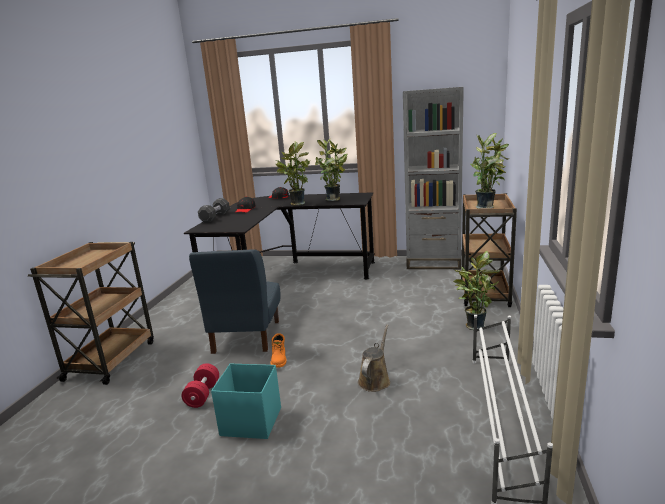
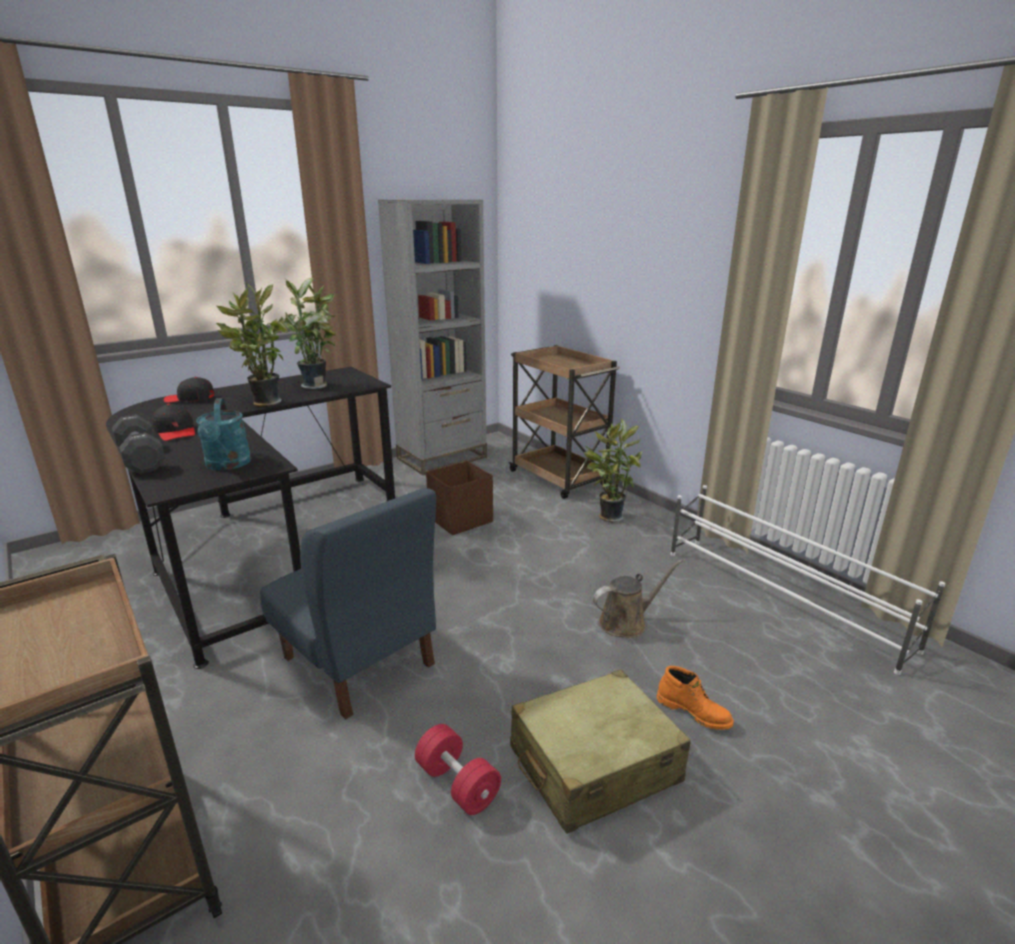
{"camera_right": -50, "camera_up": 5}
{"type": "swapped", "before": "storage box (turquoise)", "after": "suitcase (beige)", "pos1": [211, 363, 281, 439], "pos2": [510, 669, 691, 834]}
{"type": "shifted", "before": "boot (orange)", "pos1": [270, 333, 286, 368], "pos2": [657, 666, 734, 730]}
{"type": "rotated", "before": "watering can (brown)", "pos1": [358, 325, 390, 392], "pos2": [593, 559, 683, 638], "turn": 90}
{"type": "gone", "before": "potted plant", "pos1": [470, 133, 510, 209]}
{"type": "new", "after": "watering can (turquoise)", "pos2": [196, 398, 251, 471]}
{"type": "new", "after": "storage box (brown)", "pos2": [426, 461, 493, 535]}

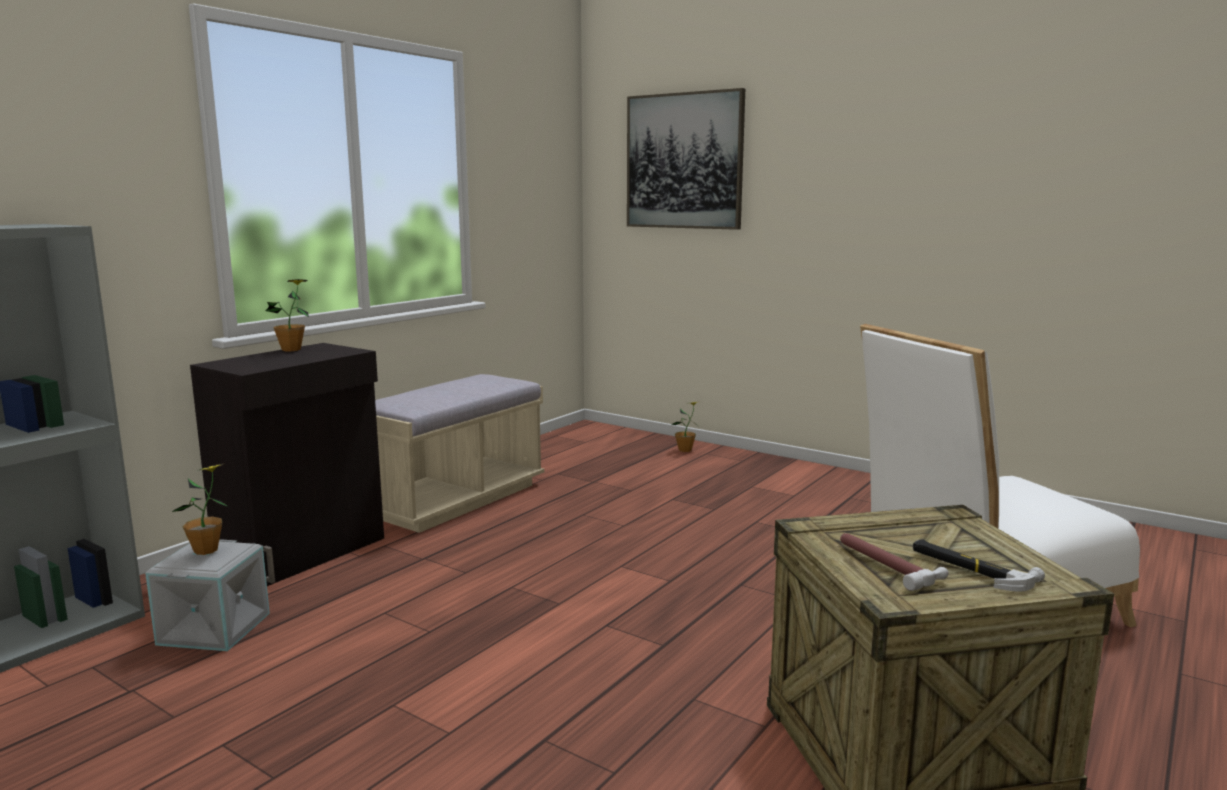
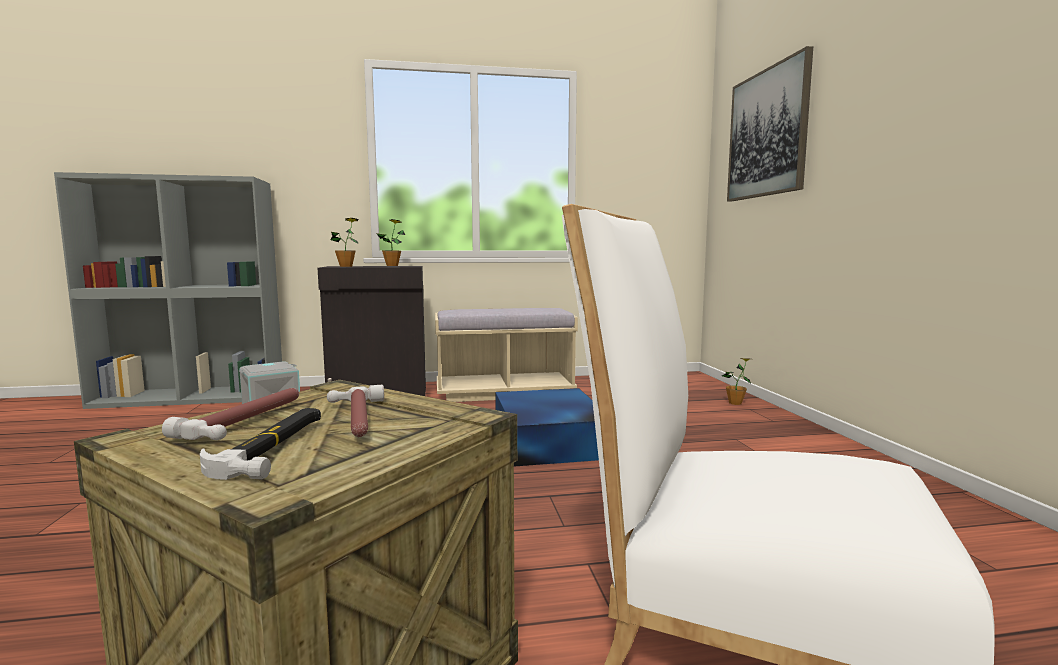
{"camera_right": 45, "camera_up": -5}
{"type": "shifted", "before": "potted plant", "pos1": [172, 464, 229, 555], "pos2": [330, 218, 358, 267]}
{"type": "new", "after": "hammer", "pos2": [327, 385, 384, 437]}
{"type": "new", "after": "storage box (blue)", "pos2": [495, 388, 599, 466]}

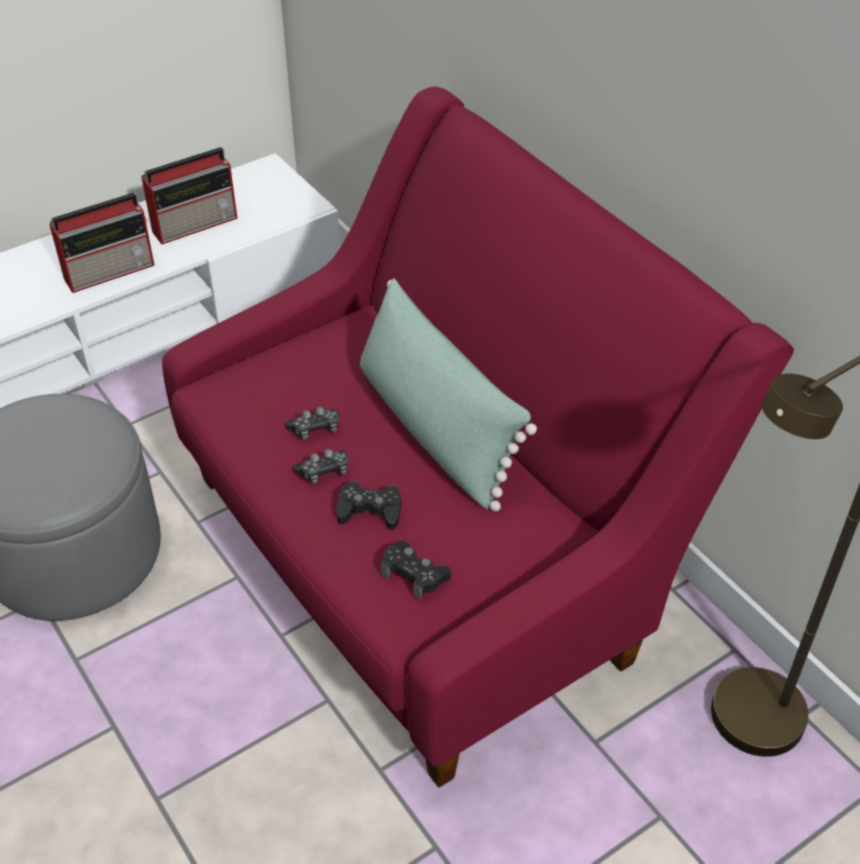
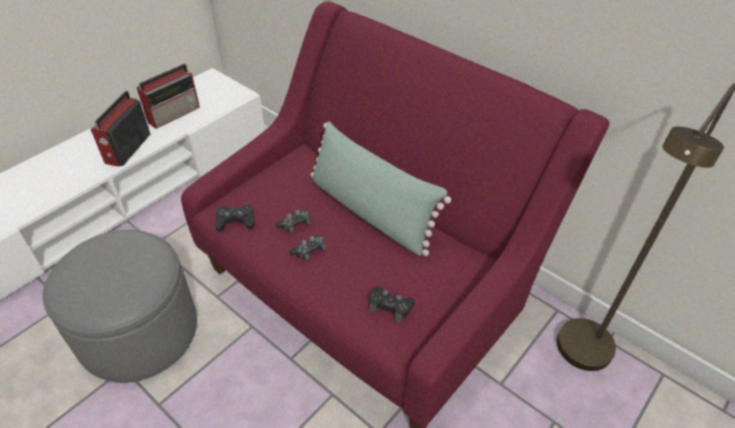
{"camera_right": -15, "camera_up": 0}
{"type": "rotated", "before": "radio", "pos1": [49, 192, 155, 293], "pos2": [91, 91, 150, 167], "turn": 150}
{"type": "shifted", "before": "game controller (black)", "pos1": [336, 481, 402, 530], "pos2": [215, 204, 254, 232]}

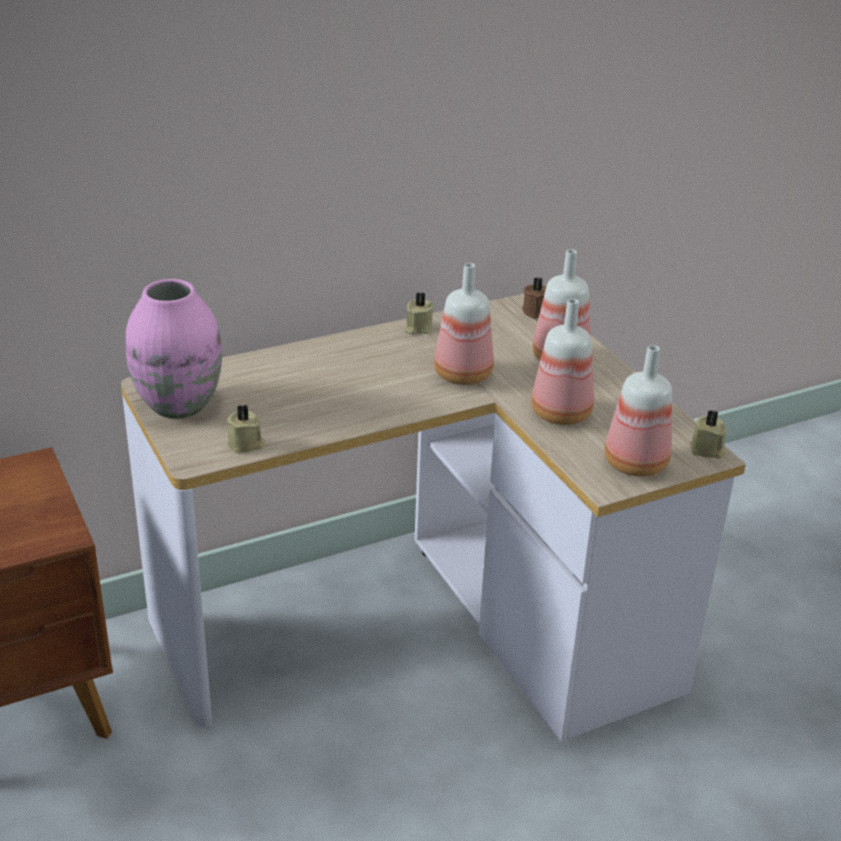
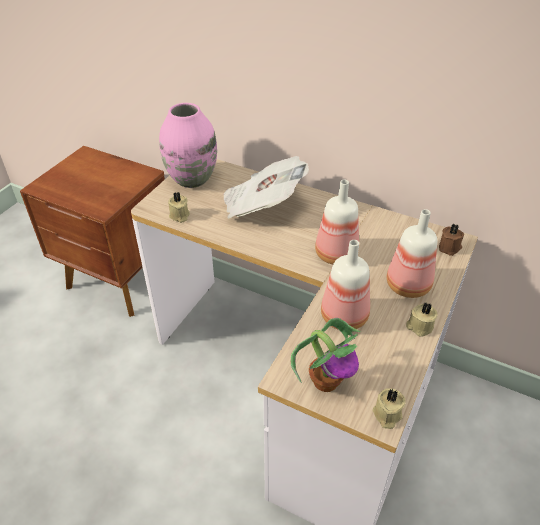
{"camera_right": 55, "camera_up": 10}
{"type": "shifted", "before": "candle (beige)", "pos1": [405, 292, 434, 335], "pos2": [406, 302, 437, 337]}
{"type": "swapped", "before": "bottle", "after": "potted plant", "pos1": [605, 345, 672, 477], "pos2": [291, 318, 361, 392]}
{"type": "new", "after": "newspaper", "pos2": [223, 156, 309, 219]}

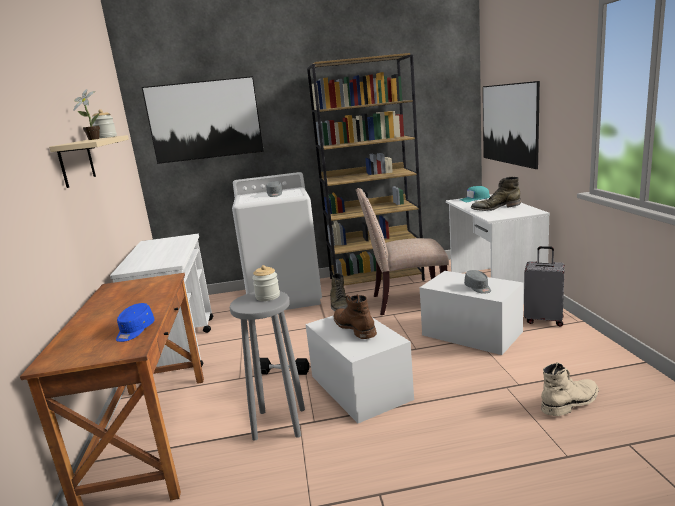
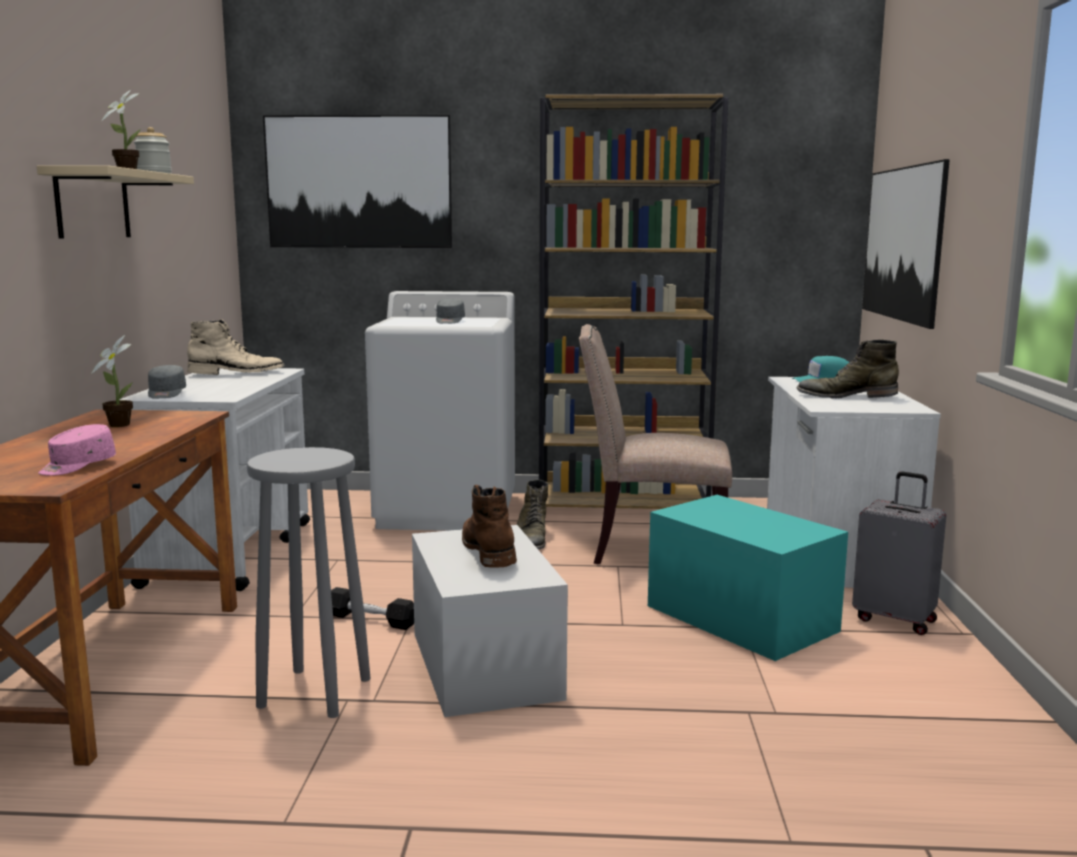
{"camera_right": 10, "camera_up": -5}
{"type": "repainted", "before": "cap (blue)", "after": "cap (pink)", "pos1": [116, 303, 155, 342], "pos2": [39, 424, 116, 476]}
{"type": "gone", "before": "jar", "pos1": [252, 265, 280, 301]}
{"type": "repainted", "before": "storage box (white)", "after": "storage box (turquoise)", "pos1": [420, 271, 523, 355], "pos2": [648, 495, 848, 661]}
{"type": "shifted", "before": "cap (grey)", "pos1": [464, 270, 491, 294], "pos2": [148, 365, 186, 399]}
{"type": "shifted", "before": "boot (beige)", "pos1": [541, 362, 599, 416], "pos2": [187, 319, 285, 375]}
{"type": "new", "after": "potted plant", "pos2": [91, 335, 133, 427]}

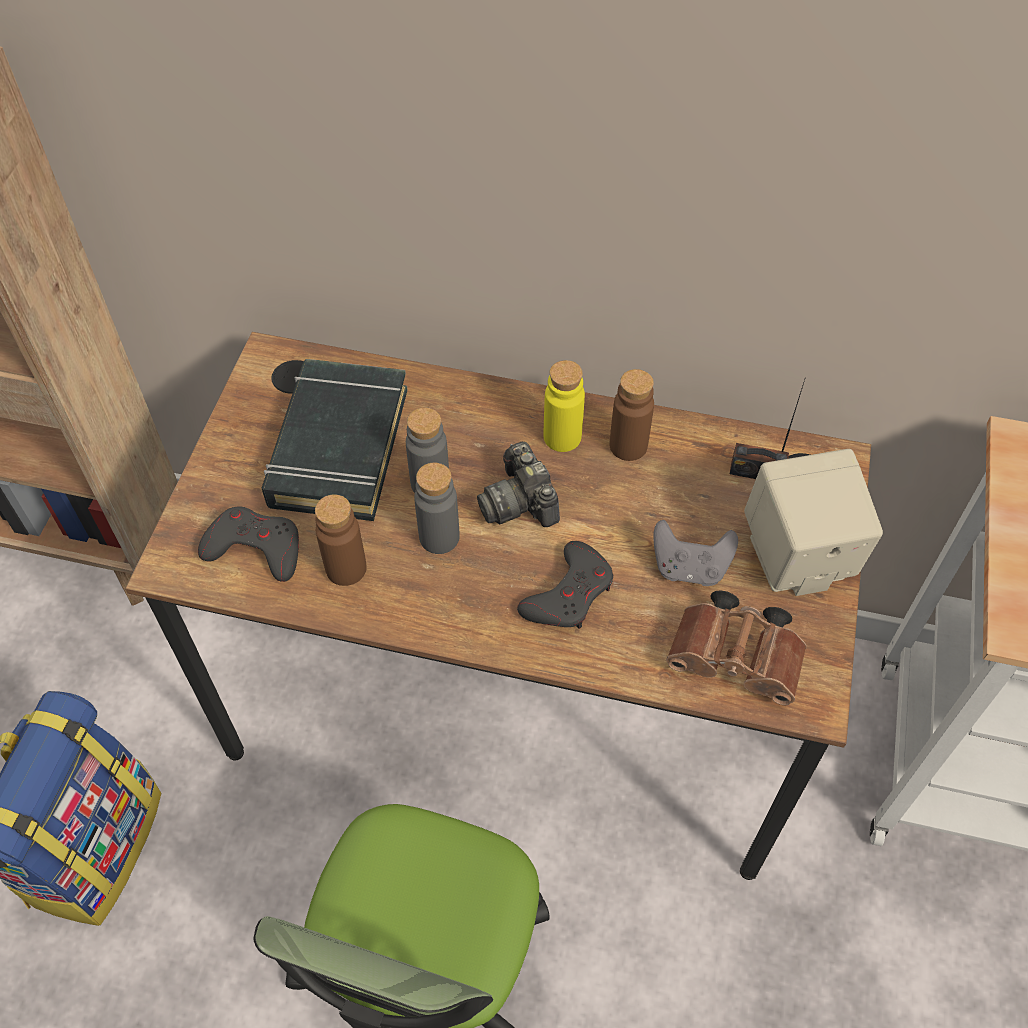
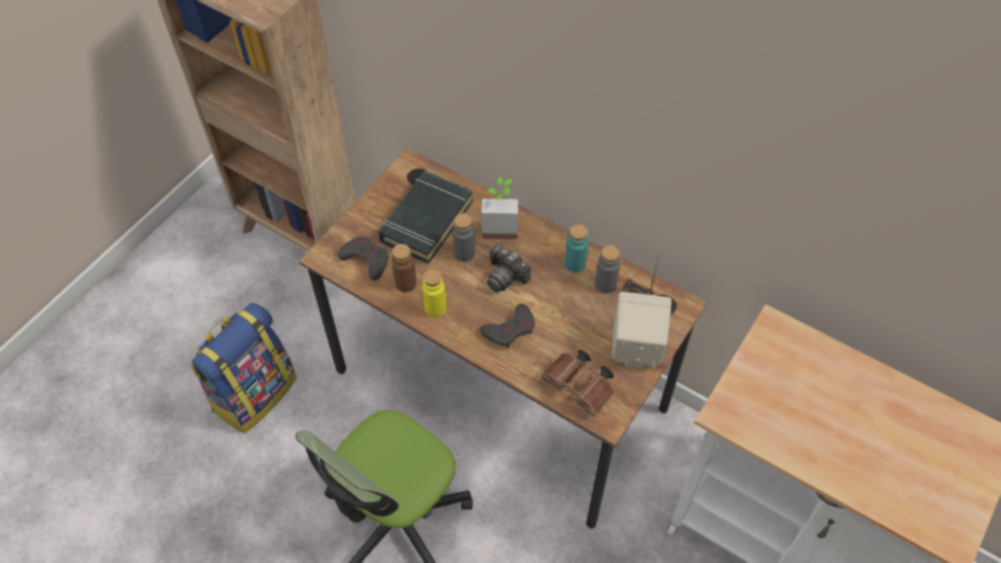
{"camera_right": 20, "camera_up": 0}
{"type": "shifted", "before": "bottle (grey)", "pos1": [414, 462, 460, 554], "pos2": [595, 245, 620, 294]}
{"type": "rotated", "before": "photo camera", "pos1": [477, 442, 560, 527], "pos2": [487, 245, 531, 292], "turn": -45}
{"type": "shifted", "before": "bottle (yellow)", "pos1": [544, 360, 585, 452], "pos2": [422, 269, 446, 317]}
{"type": "repainted", "before": "bottle (brown)", "after": "bottle (turquoise)", "pos1": [610, 369, 654, 461], "pos2": [565, 224, 589, 272]}
{"type": "gone", "before": "game controller (grey)", "pos1": [653, 520, 738, 586]}
{"type": "new", "after": "potted plant", "pos2": [481, 177, 518, 239]}

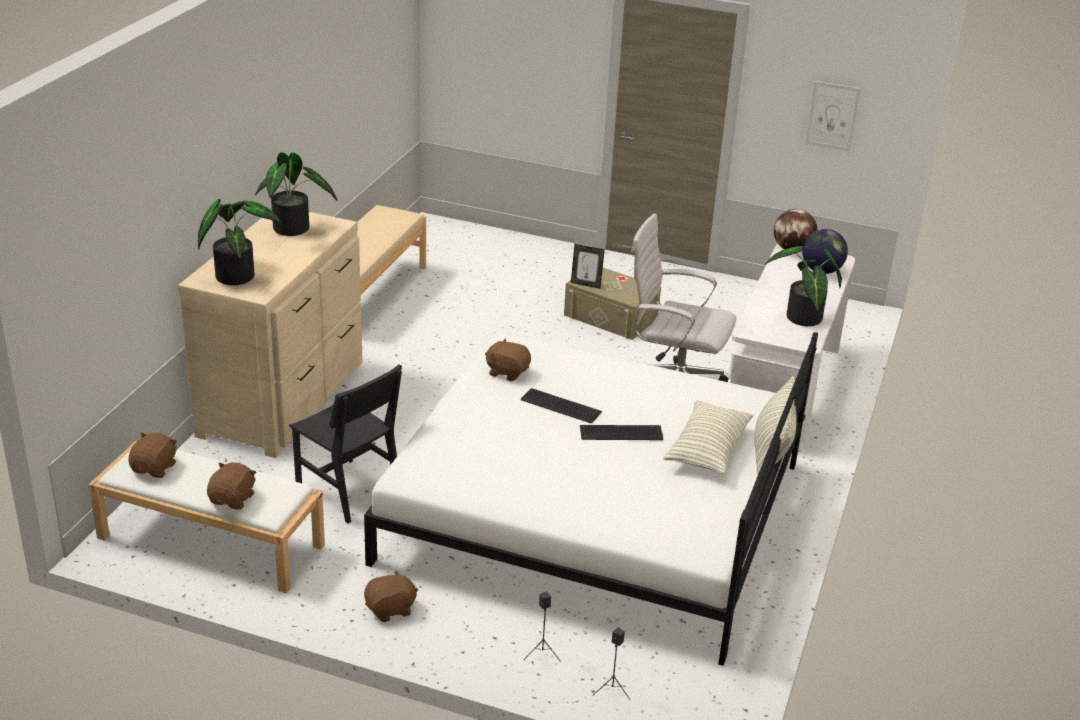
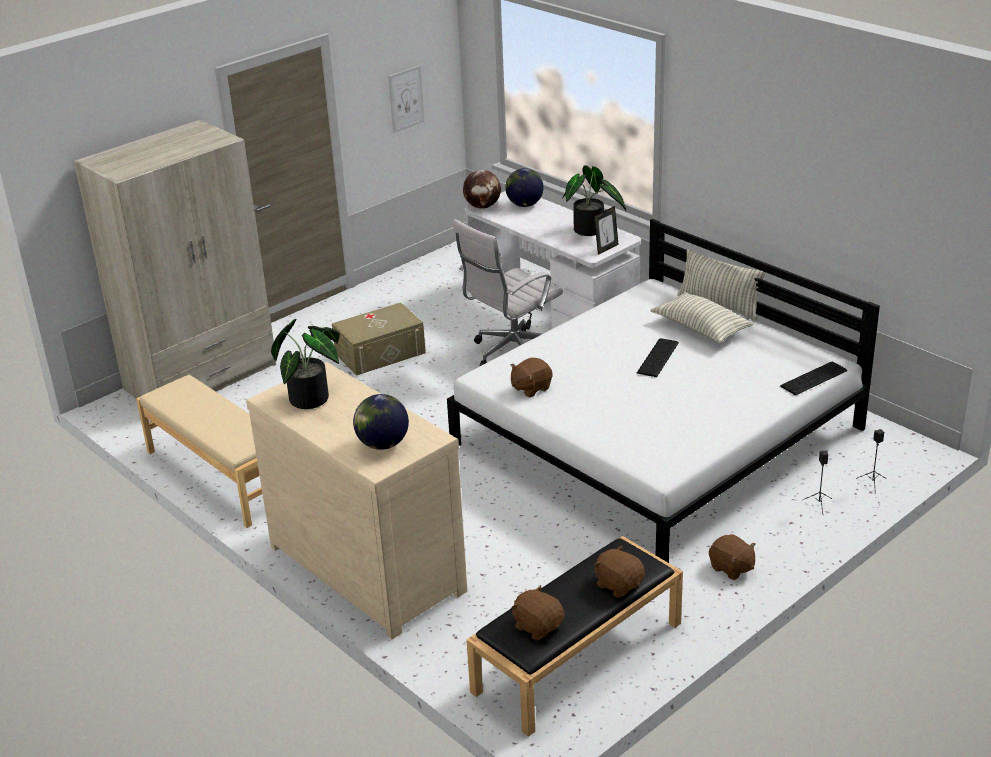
{"camera_right": -60, "camera_up": 0}
{"type": "repainted", "before": "bench (white)", "after": "bench (black)", "pos1": [89, 441, 325, 593], "pos2": [466, 536, 683, 737]}
{"type": "swapped", "before": "potted plant", "after": "globe", "pos1": [198, 199, 282, 285], "pos2": [353, 394, 409, 450]}
{"type": "gone", "before": "chair (black)", "pos1": [289, 364, 402, 523]}
{"type": "rotated", "before": "plush toy (brown)", "pos1": [364, 569, 418, 622], "pos2": [709, 534, 756, 580], "turn": 135}
{"type": "shifted", "before": "keyboard", "pos1": [521, 388, 602, 424], "pos2": [780, 362, 847, 395]}
{"type": "shifted", "before": "picture frame", "pos1": [571, 244, 605, 289], "pos2": [594, 206, 619, 255]}
{"type": "new", "after": "wardrobe (beige)", "pos2": [74, 120, 276, 398]}

